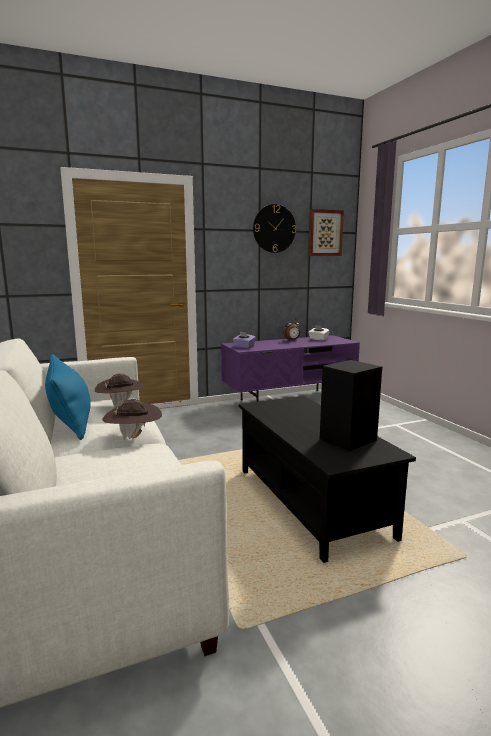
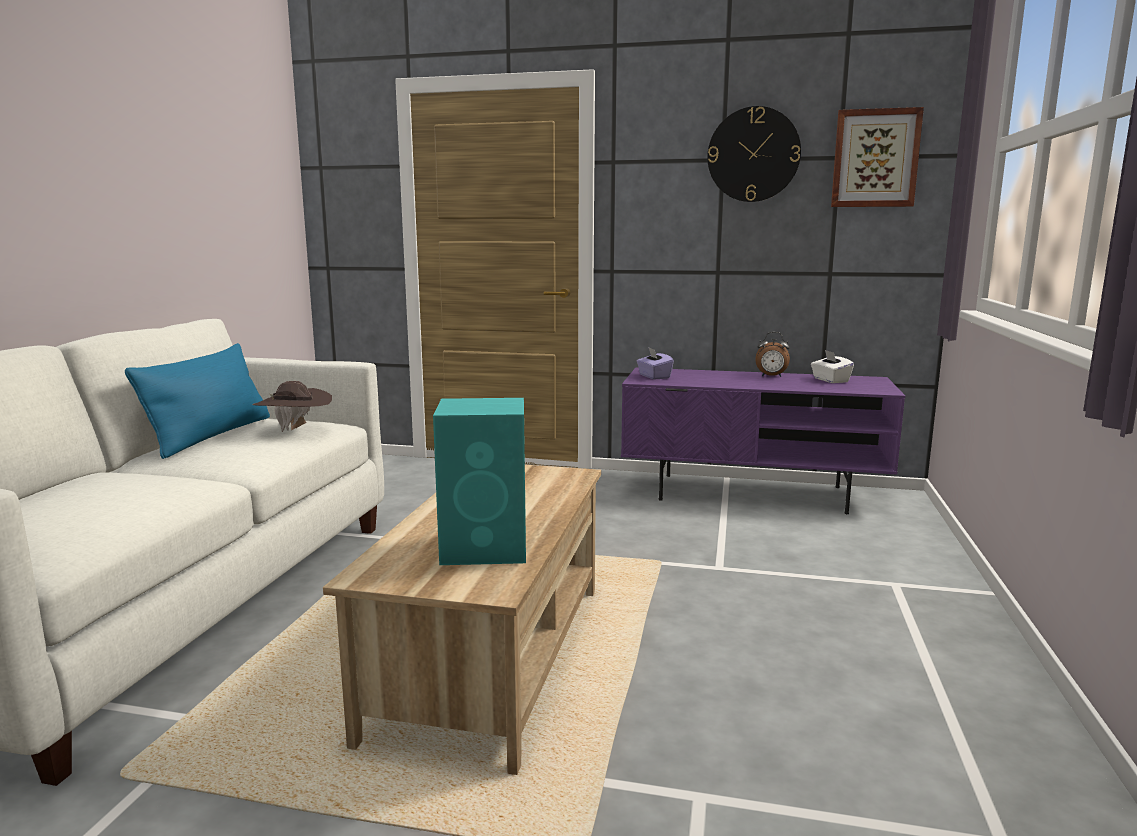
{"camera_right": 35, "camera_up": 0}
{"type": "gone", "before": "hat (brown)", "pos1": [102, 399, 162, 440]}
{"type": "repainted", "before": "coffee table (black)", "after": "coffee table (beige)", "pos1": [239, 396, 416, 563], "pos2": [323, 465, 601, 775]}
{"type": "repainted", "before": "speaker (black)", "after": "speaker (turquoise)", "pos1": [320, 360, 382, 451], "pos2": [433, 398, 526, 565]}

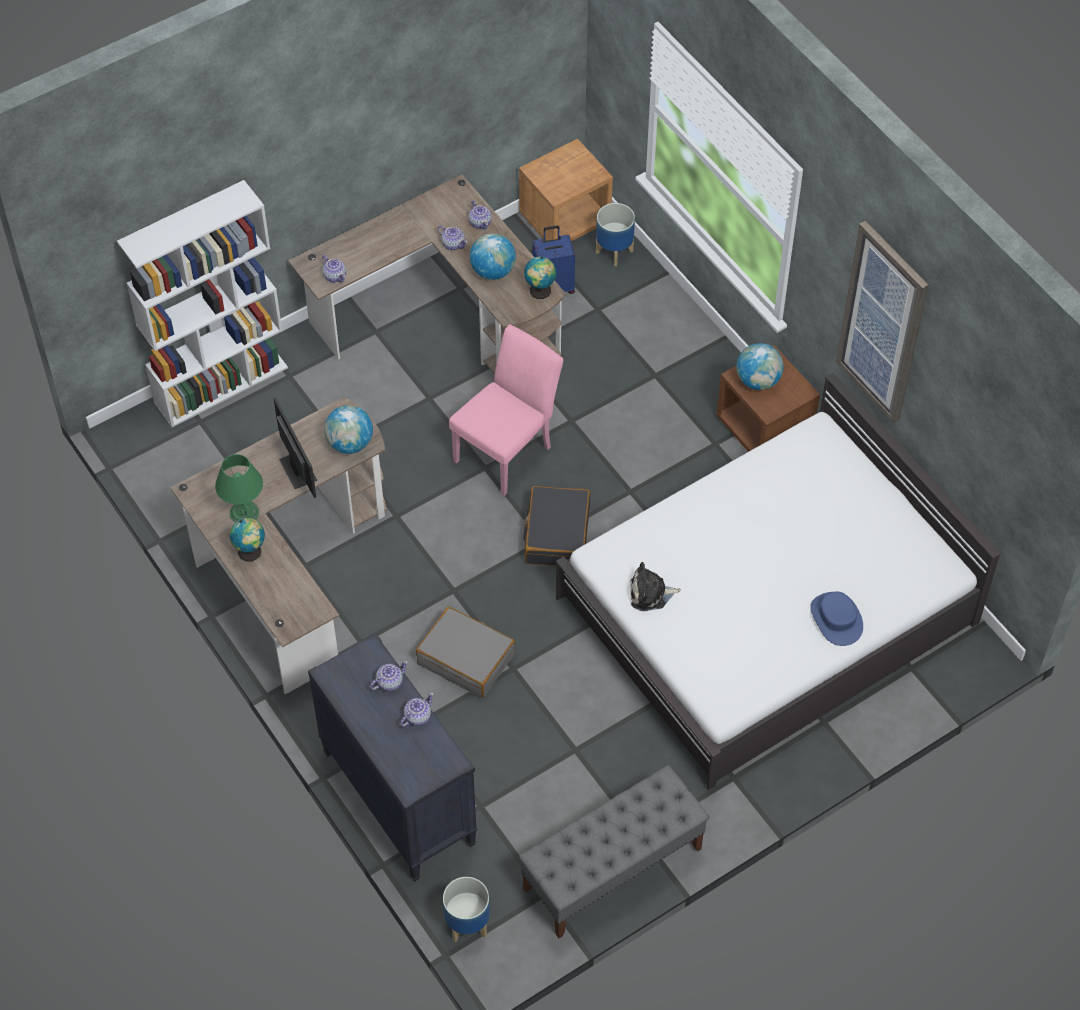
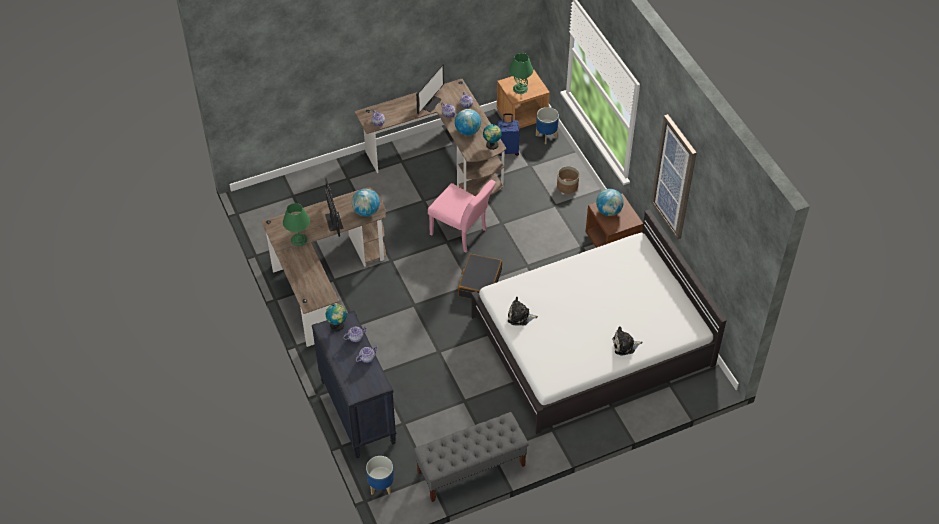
{"camera_right": 10, "camera_up": -5}
{"type": "gone", "before": "bookcase (white)", "pos1": [117, 180, 288, 427]}
{"type": "shifted", "before": "globe", "pos1": [230, 518, 265, 562], "pos2": [326, 304, 347, 331]}
{"type": "gone", "before": "suitcase (grey)", "pos1": [416, 607, 515, 698]}
{"type": "rotated", "before": "chair (pink)", "pos1": [449, 324, 563, 496], "pos2": [428, 180, 496, 253], "turn": 75}
{"type": "swapped", "before": "hat (blue)", "after": "plush toy", "pos1": [810, 592, 863, 646], "pos2": [612, 326, 642, 356]}
{"type": "new", "after": "monitor", "pos2": [416, 63, 444, 114]}
{"type": "new", "after": "table lamp (green)", "pos2": [509, 53, 533, 94]}
{"type": "new", "after": "planter", "pos2": [557, 166, 579, 194]}

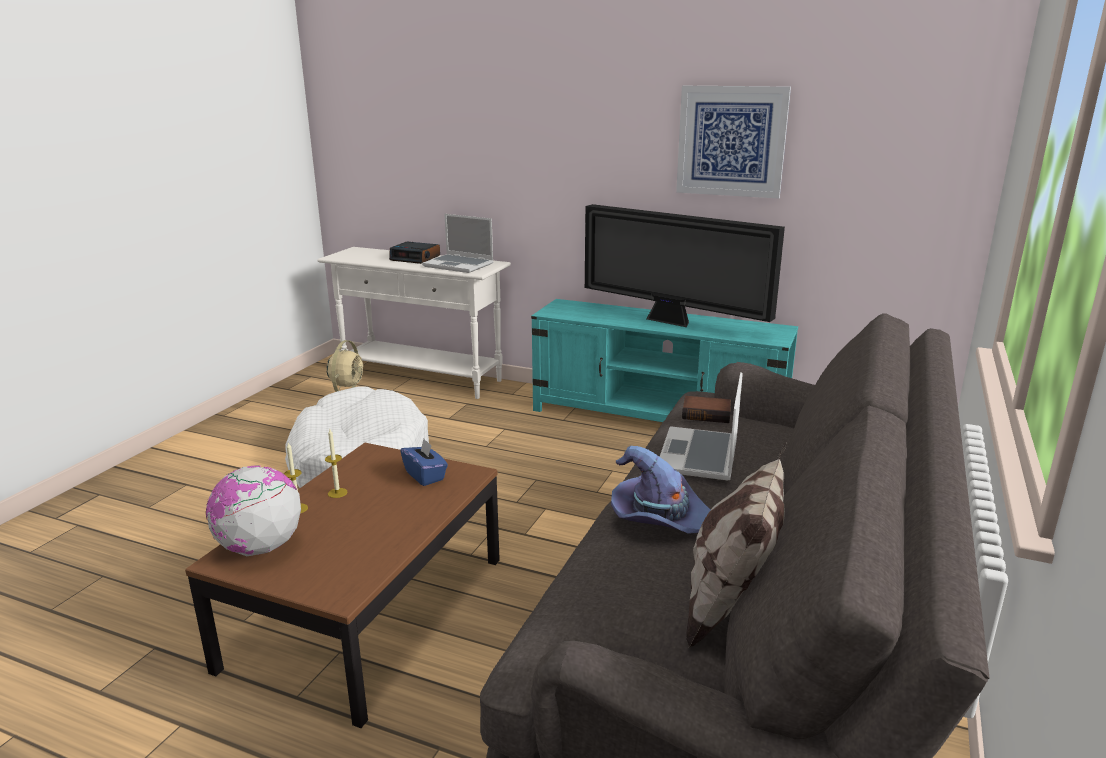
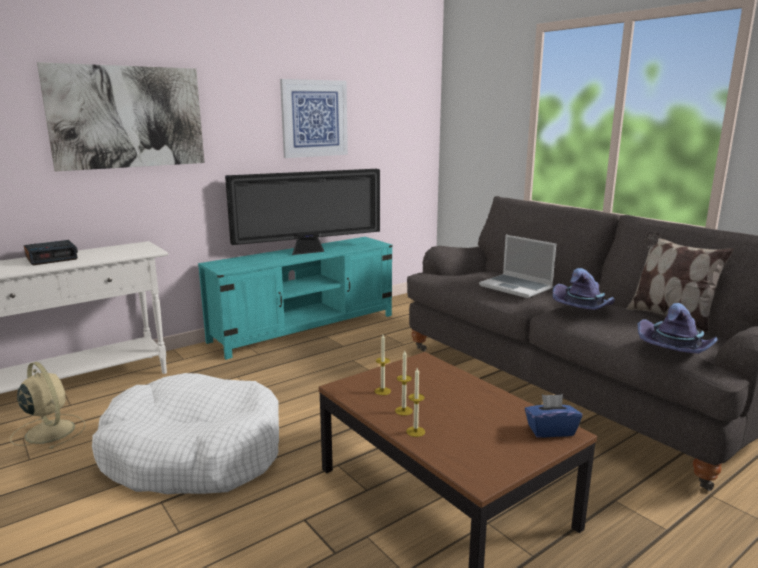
{"camera_right": -60, "camera_up": -5}
{"type": "gone", "before": "globe", "pos1": [206, 465, 301, 556]}
{"type": "shifted", "before": "tissue box (blue)", "pos1": [400, 439, 448, 486], "pos2": [525, 394, 582, 438]}
{"type": "gone", "before": "laptop", "pos1": [422, 214, 494, 273]}
{"type": "gone", "before": "book", "pos1": [682, 396, 731, 423]}
{"type": "new", "after": "picture", "pos2": [37, 62, 205, 172]}
{"type": "new", "after": "candle", "pos2": [375, 335, 391, 395]}
{"type": "new", "after": "hat (purple)", "pos2": [638, 303, 718, 354]}

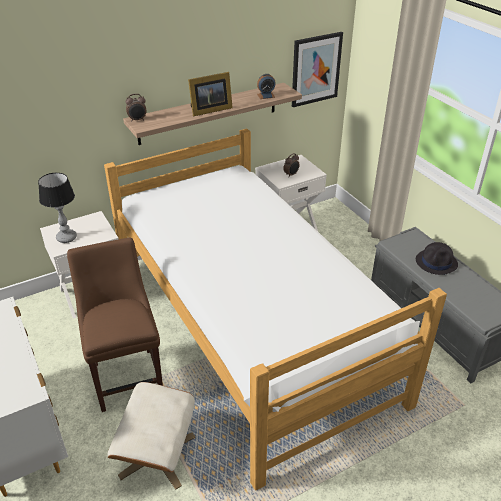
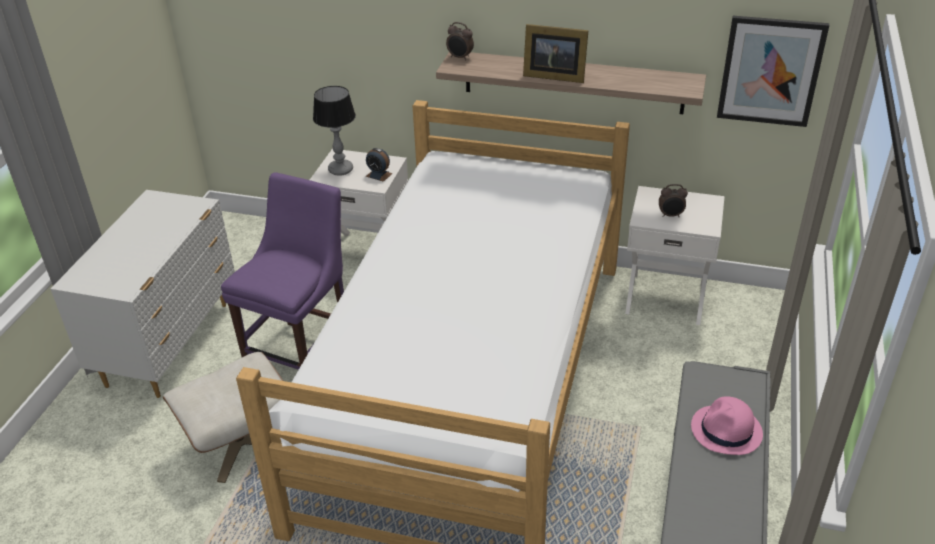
{"camera_right": 45, "camera_up": 0}
{"type": "repainted", "before": "chair (brown)", "after": "chair (purple)", "pos1": [67, 237, 163, 412], "pos2": [221, 172, 344, 370]}
{"type": "shifted", "before": "alarm clock", "pos1": [257, 74, 276, 99], "pos2": [366, 148, 393, 182]}
{"type": "repainted", "before": "hat (black)", "after": "hat (pink)", "pos1": [416, 242, 458, 275], "pos2": [691, 396, 763, 455]}

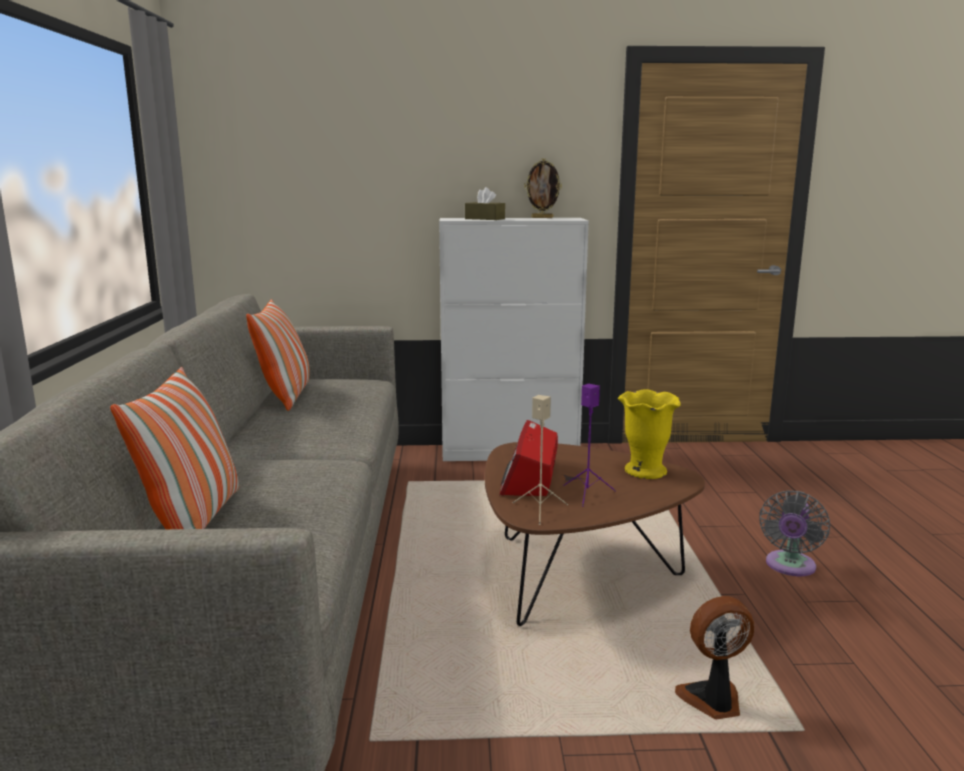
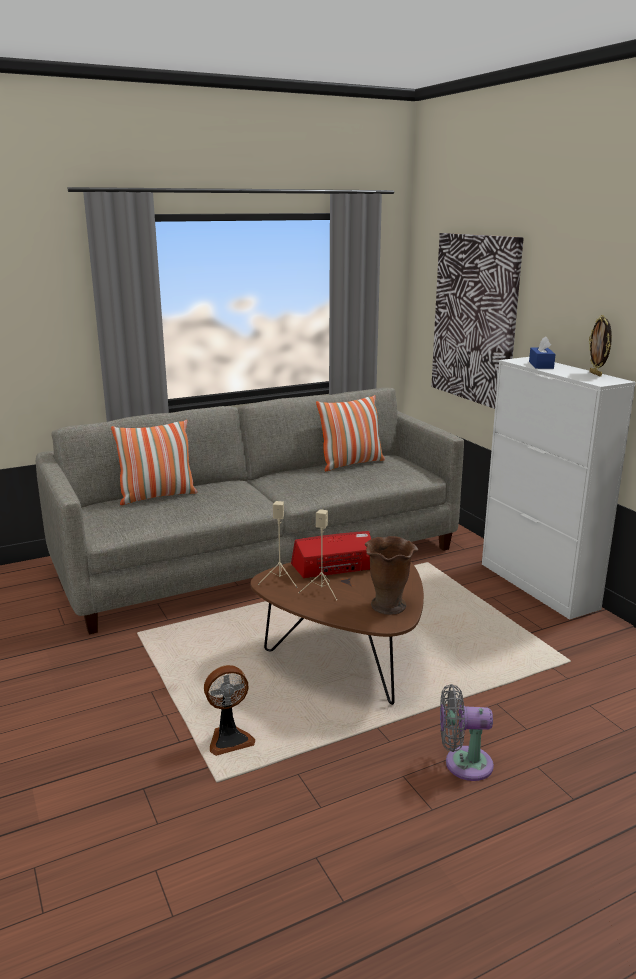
{"camera_right": 65, "camera_up": 5}
{"type": "repainted", "before": "tissue box (brown)", "after": "tissue box (blue)", "pos1": [465, 187, 505, 220], "pos2": [529, 336, 556, 369]}
{"type": "repainted", "before": "speaker (purple)", "after": "speaker (beige)", "pos1": [563, 384, 616, 507], "pos2": [299, 509, 337, 600]}
{"type": "repainted", "before": "vase (yellow)", "after": "vase (brown)", "pos1": [618, 389, 681, 479], "pos2": [365, 536, 418, 615]}
{"type": "rotated", "before": "fan", "pos1": [675, 596, 754, 720], "pos2": [204, 665, 255, 756], "turn": 105}
{"type": "new", "after": "picture", "pos2": [431, 233, 524, 409]}

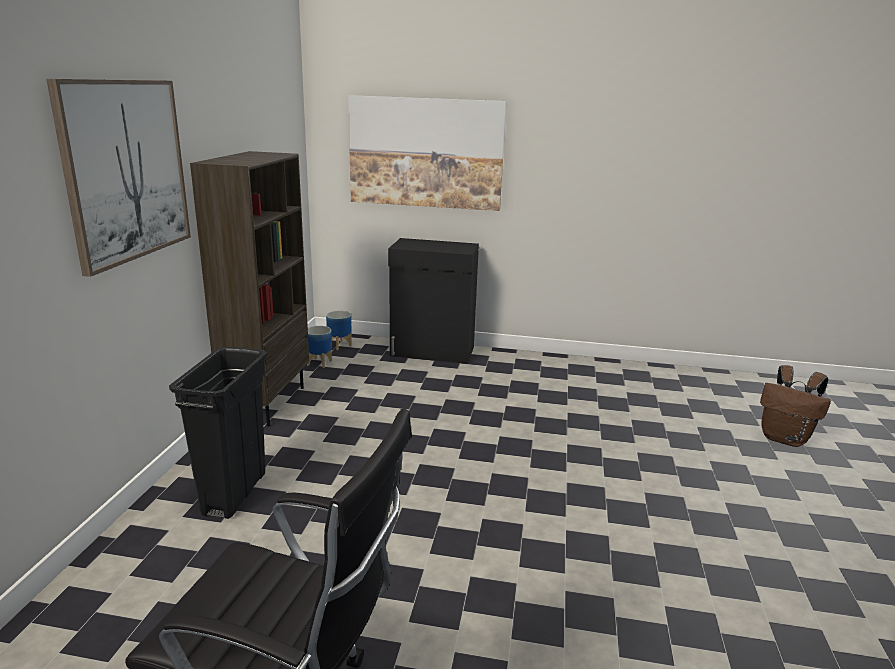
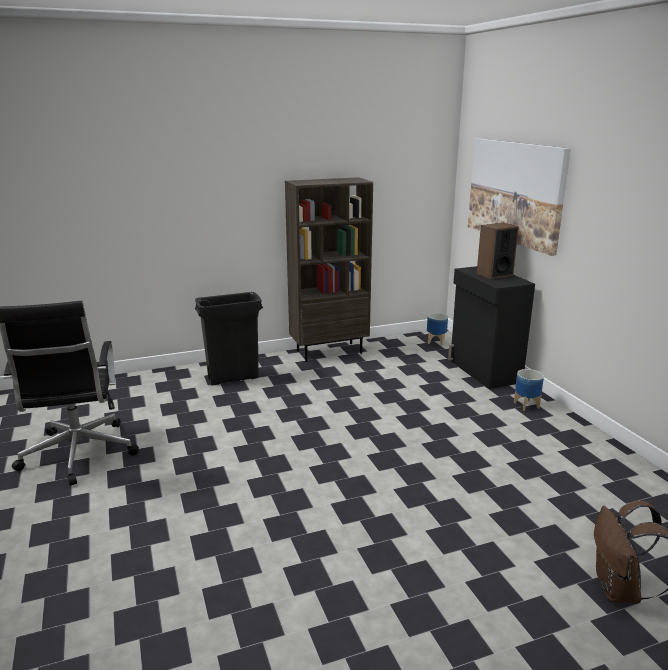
{"camera_right": 60, "camera_up": 0}
{"type": "gone", "before": "picture", "pos1": [47, 79, 191, 277]}
{"type": "shifted", "before": "planter", "pos1": [307, 326, 332, 368], "pos2": [514, 369, 544, 411]}
{"type": "new", "after": "speaker", "pos2": [477, 223, 519, 279]}

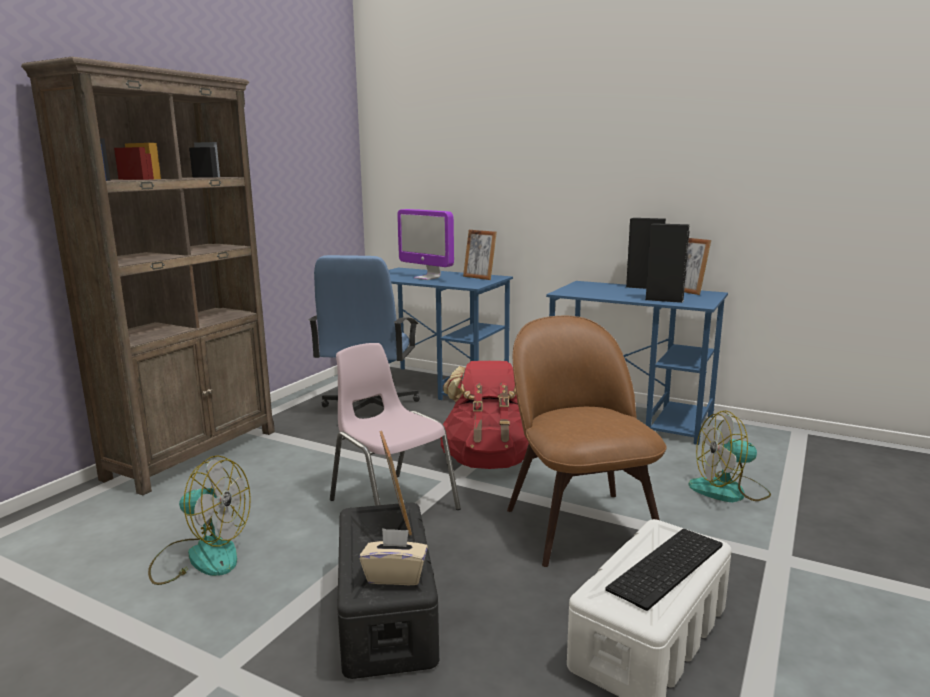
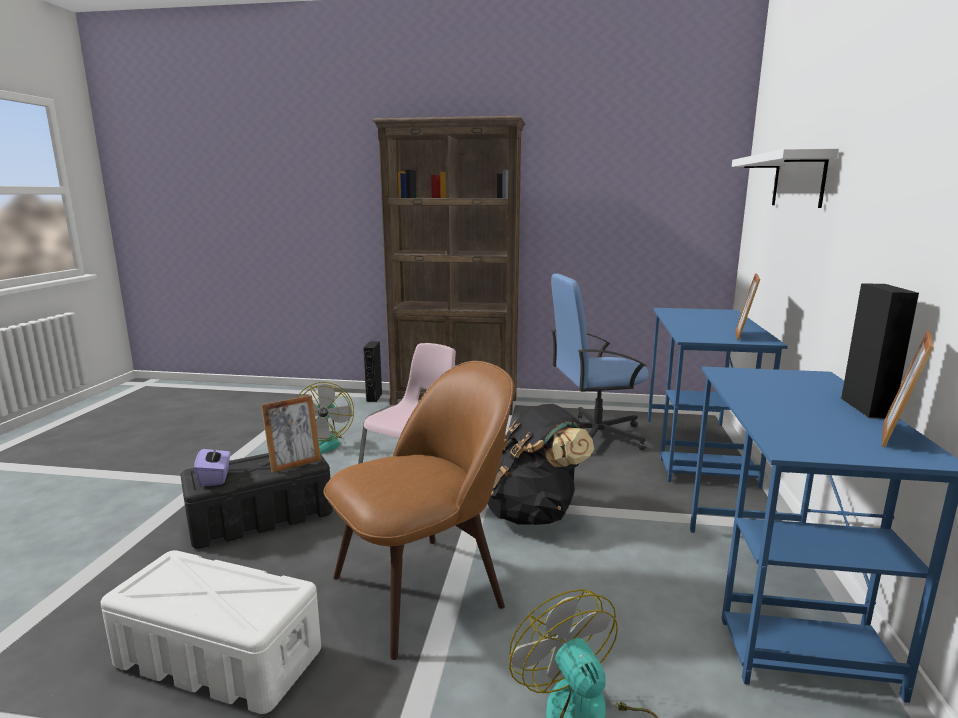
{"camera_right": 70, "camera_up": 0}
{"type": "repainted", "before": "tissue box (beige)", "after": "tissue box (purple)", "pos1": [359, 528, 428, 585], "pos2": [194, 444, 231, 487]}
{"type": "gone", "before": "monitor", "pos1": [397, 209, 454, 280]}
{"type": "repainted", "before": "backpack (red)", "after": "backpack (black)", "pos1": [440, 361, 529, 469], "pos2": [488, 404, 594, 525]}
{"type": "gone", "before": "keyboard", "pos1": [605, 529, 723, 611]}
{"type": "shifted", "before": "speaker (black)", "pos1": [645, 223, 690, 303], "pos2": [363, 341, 382, 402]}
{"type": "new", "after": "shelf (white)", "pos2": [732, 148, 839, 208]}

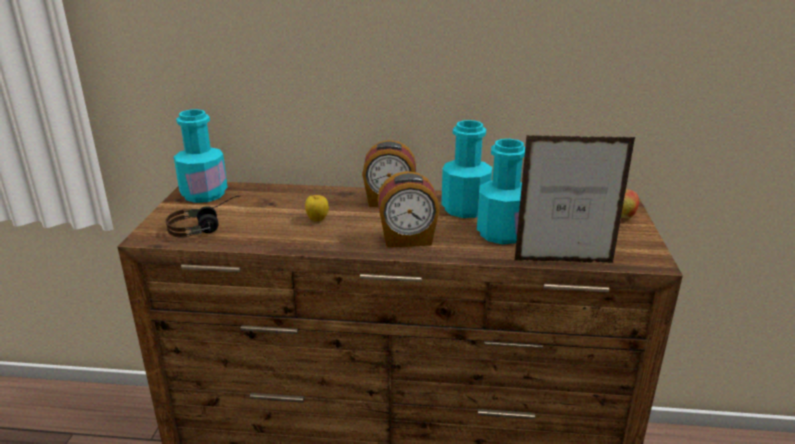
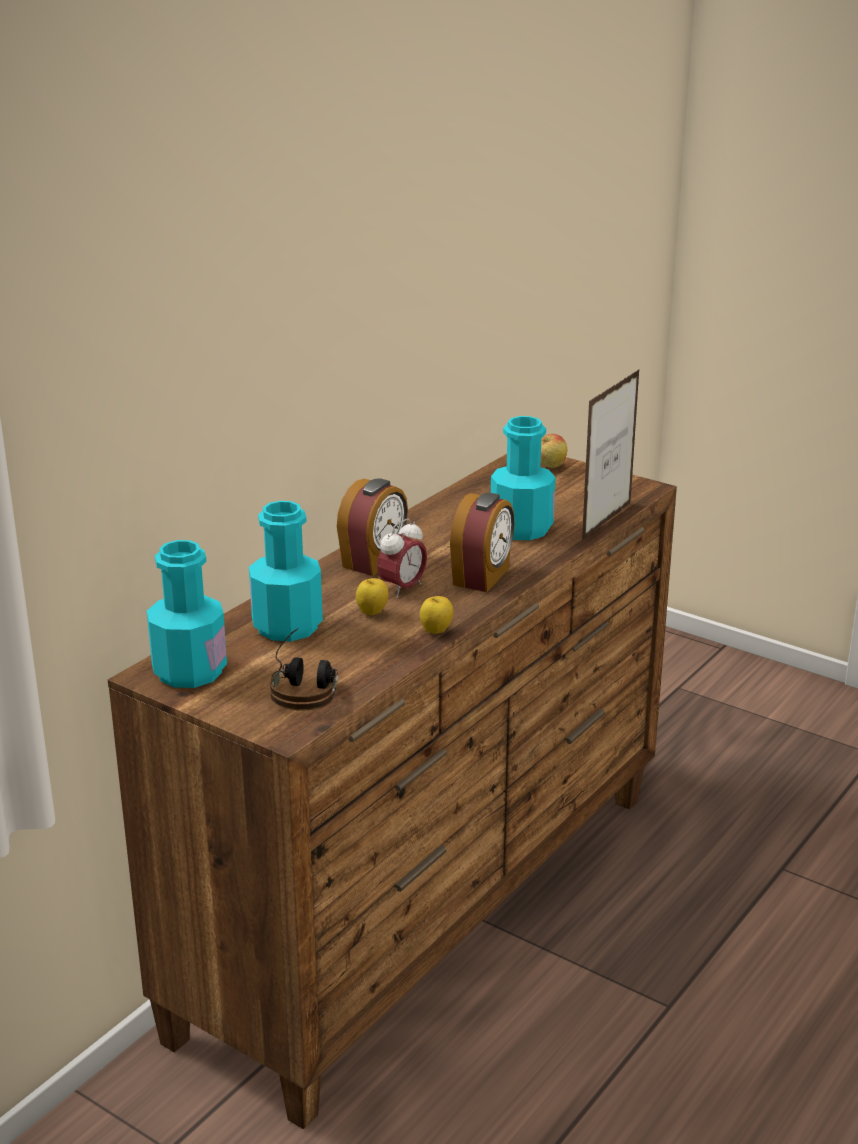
{"camera_right": -60, "camera_up": 0}
{"type": "shifted", "before": "bottle (turquoise)", "pos1": [441, 120, 492, 218], "pos2": [249, 501, 323, 641]}
{"type": "new", "after": "alarm clock", "pos2": [377, 519, 427, 598]}
{"type": "new", "after": "apple", "pos2": [420, 596, 453, 634]}

